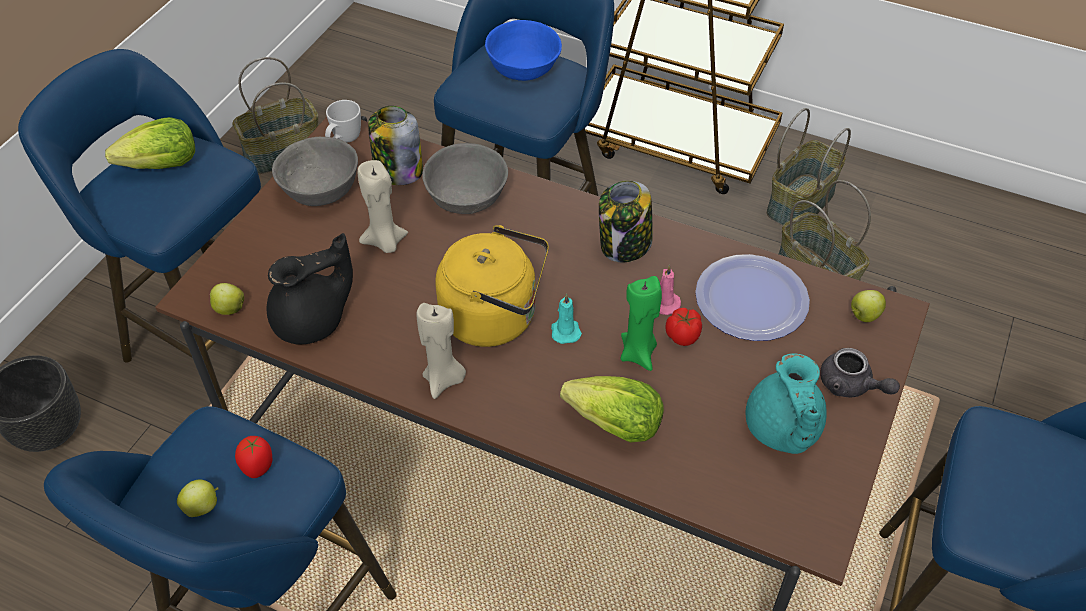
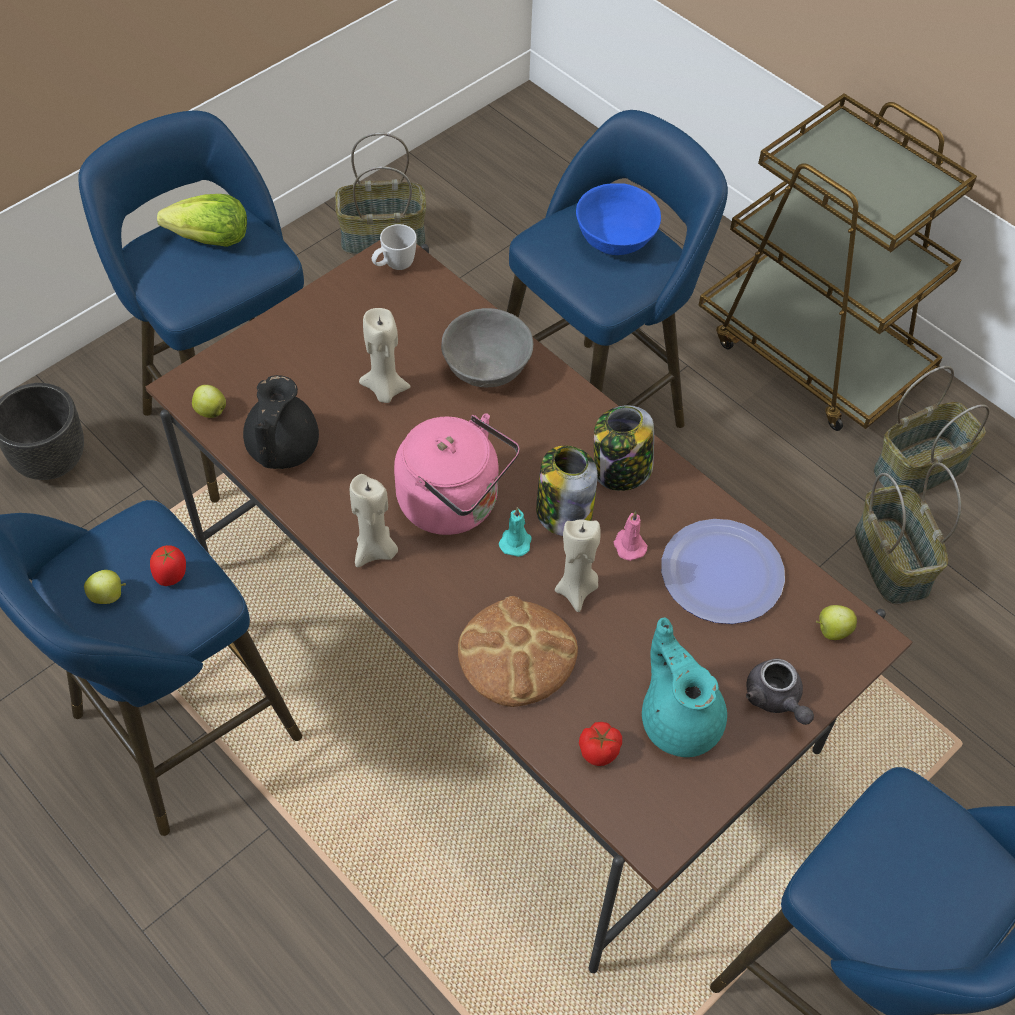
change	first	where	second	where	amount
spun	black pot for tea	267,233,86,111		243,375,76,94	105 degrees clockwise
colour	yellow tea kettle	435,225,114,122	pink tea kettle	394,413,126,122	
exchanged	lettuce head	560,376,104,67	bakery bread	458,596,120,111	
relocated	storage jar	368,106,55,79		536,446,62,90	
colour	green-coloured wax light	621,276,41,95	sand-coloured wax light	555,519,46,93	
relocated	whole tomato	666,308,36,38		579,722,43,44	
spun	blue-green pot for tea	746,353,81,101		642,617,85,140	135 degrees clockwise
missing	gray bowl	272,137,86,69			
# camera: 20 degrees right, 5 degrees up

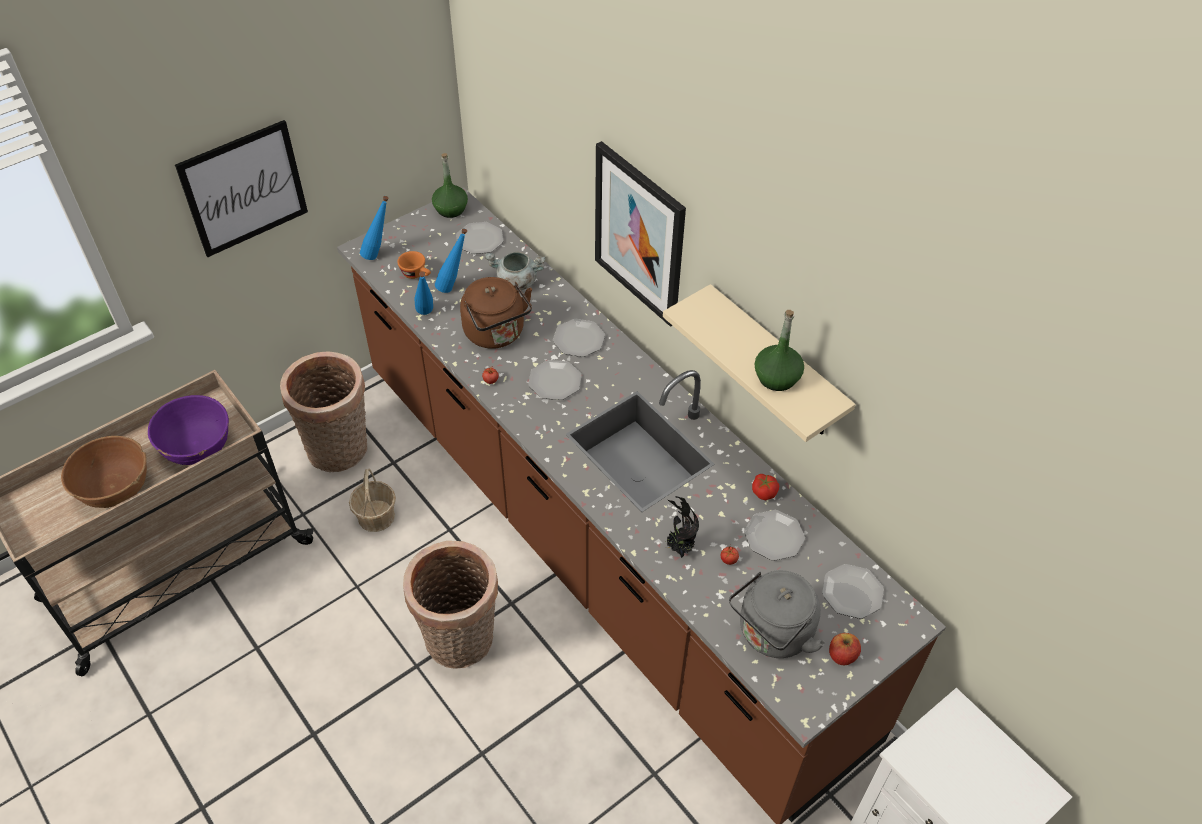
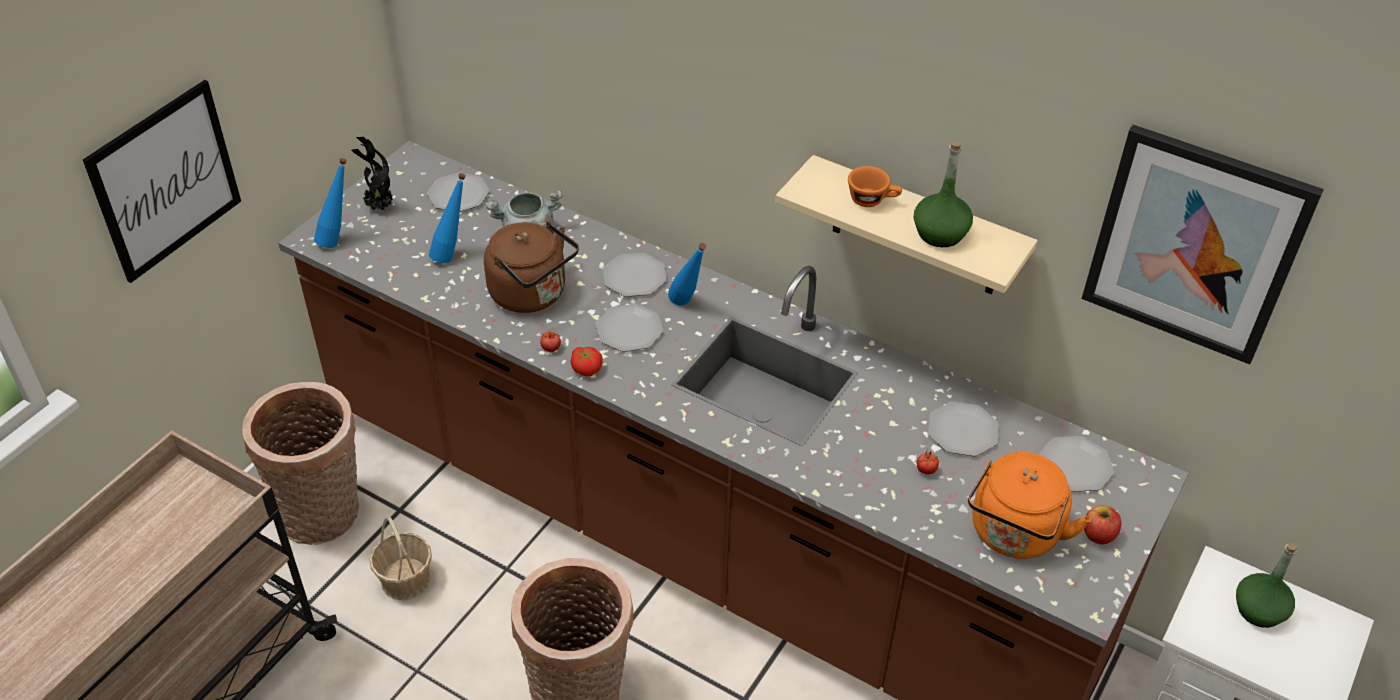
change	first	where	second	where	amount
relocated	potted plant	665,496,34,62		351,137,42,73	
relocated	whole tomato	752,474,27,27		571,347,32,29	
relocated	blue-coloured bottle	414,271,19,44		668,243,38,62	
relocated	orange drinking cup	397,251,34,28		848,166,54,41	
colour	gray tea kettle	729,570,96,88	orange tea kettle	968,452,123,107	
relocated	wall art	595,141,91,186		1082,125,242,240	
relocated	green-coloured bottle	432,153,36,65		1236,543,62,85	
missing	brownish bowl	61,436,86,72			
missing	purple bowl	148,395,81,70			
# camera: 20 degrees left, 5 degrees down

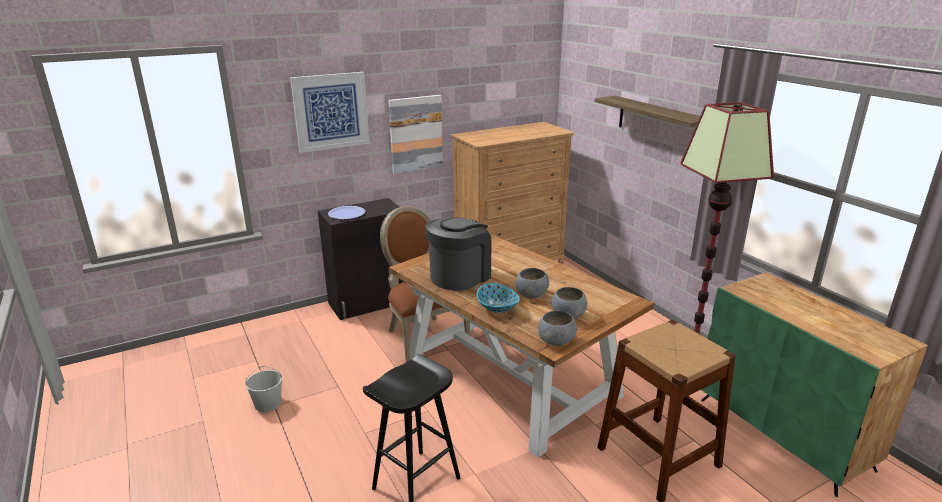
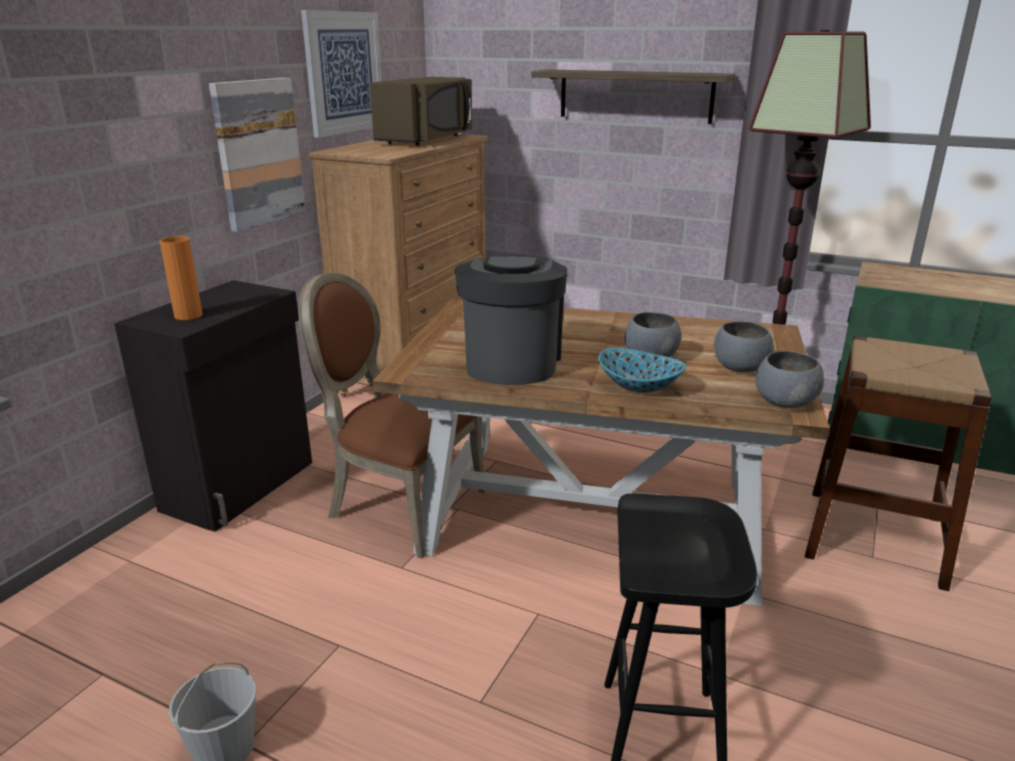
change	first	where	second	where	amount
exchanged	plate	328,206,37,13	orange decorative vase	160,236,43,84	
relocated	wall art	290,72,80,81		301,10,81,128	
appeared			brownish microwave oven	370,77,102,69	
# camera: 35 degrees left, 0 degrees up

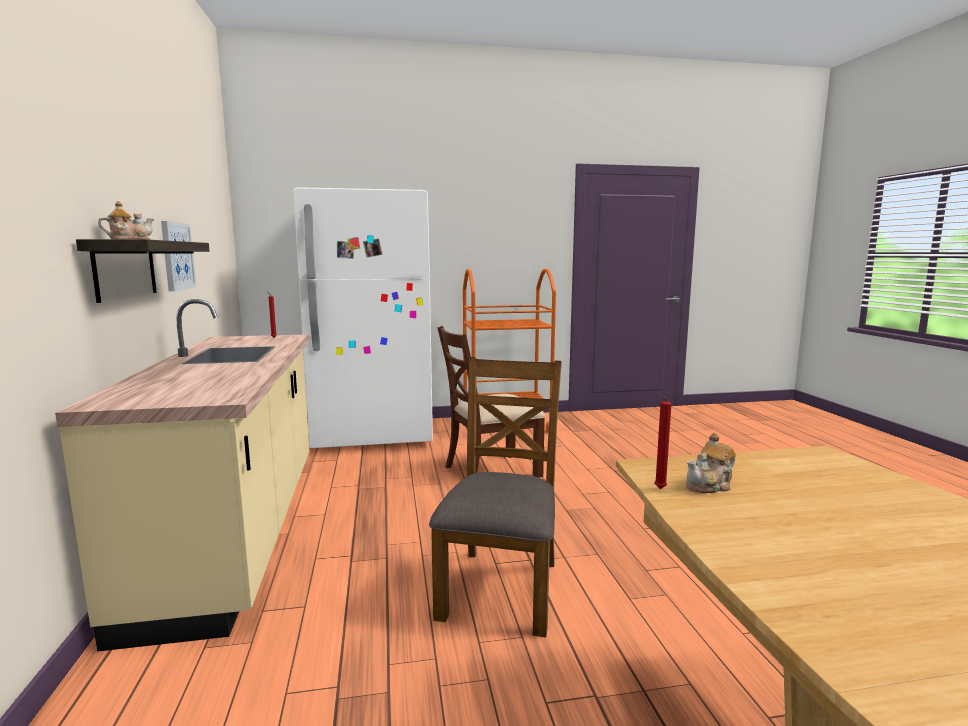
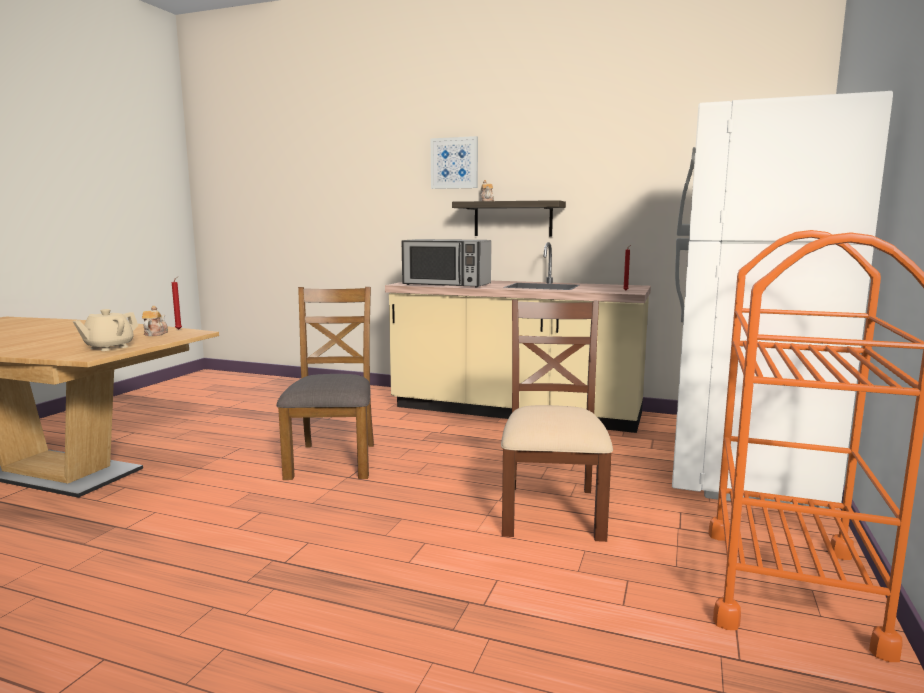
change	first	where	second	where	amount
appeared			sand-coloured pot for tea	73,309,65,42	
spun	brownish plain chair	429,357,133,280		276,287,98,193	135 degrees counterclockwise
appeared			microwave oven	402,239,89,48	
relocated	wall art	161,221,35,70		431,136,47,53	
# camera: 120 degrees right, 0 degrees up

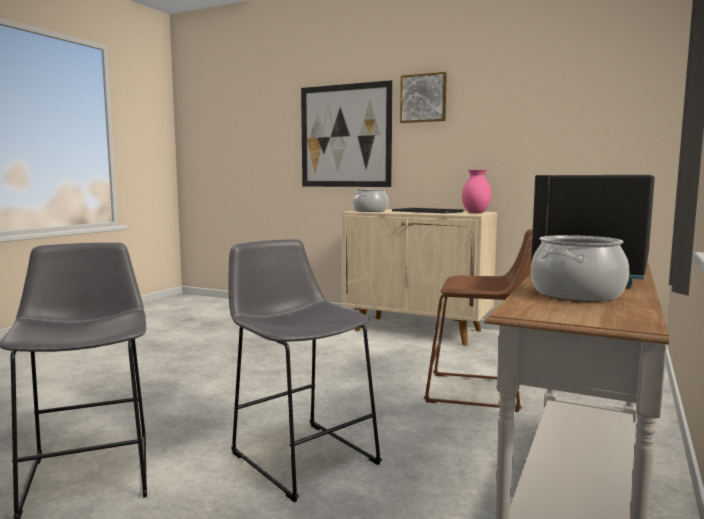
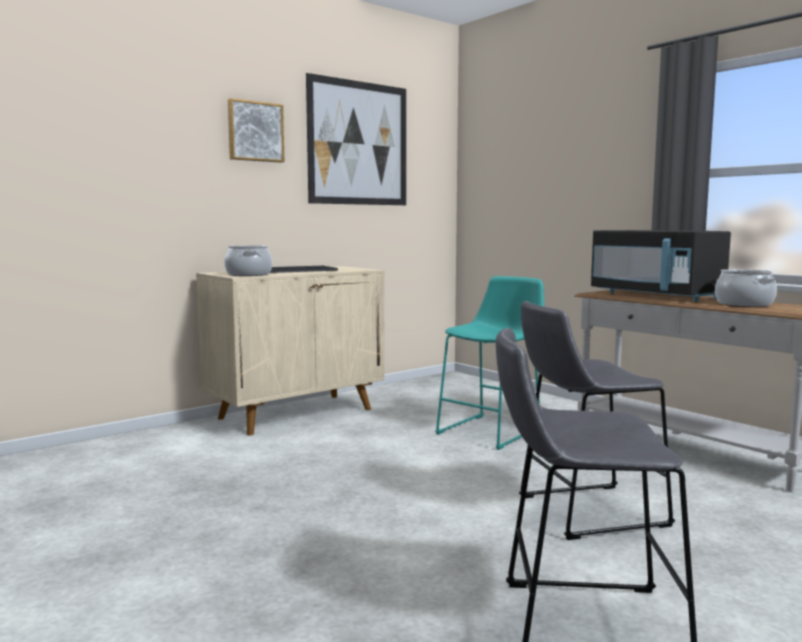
change	first	where	second	where	amount
relocated	wall art	301,80,91,107		306,73,100,132	
colour	brownish stool seat	424,229,109,183	blue-green stool seat	435,276,109,174	
missing	pink decorative vase	462,170,30,43			
# camera: 65 degrees left, 0 degrees up

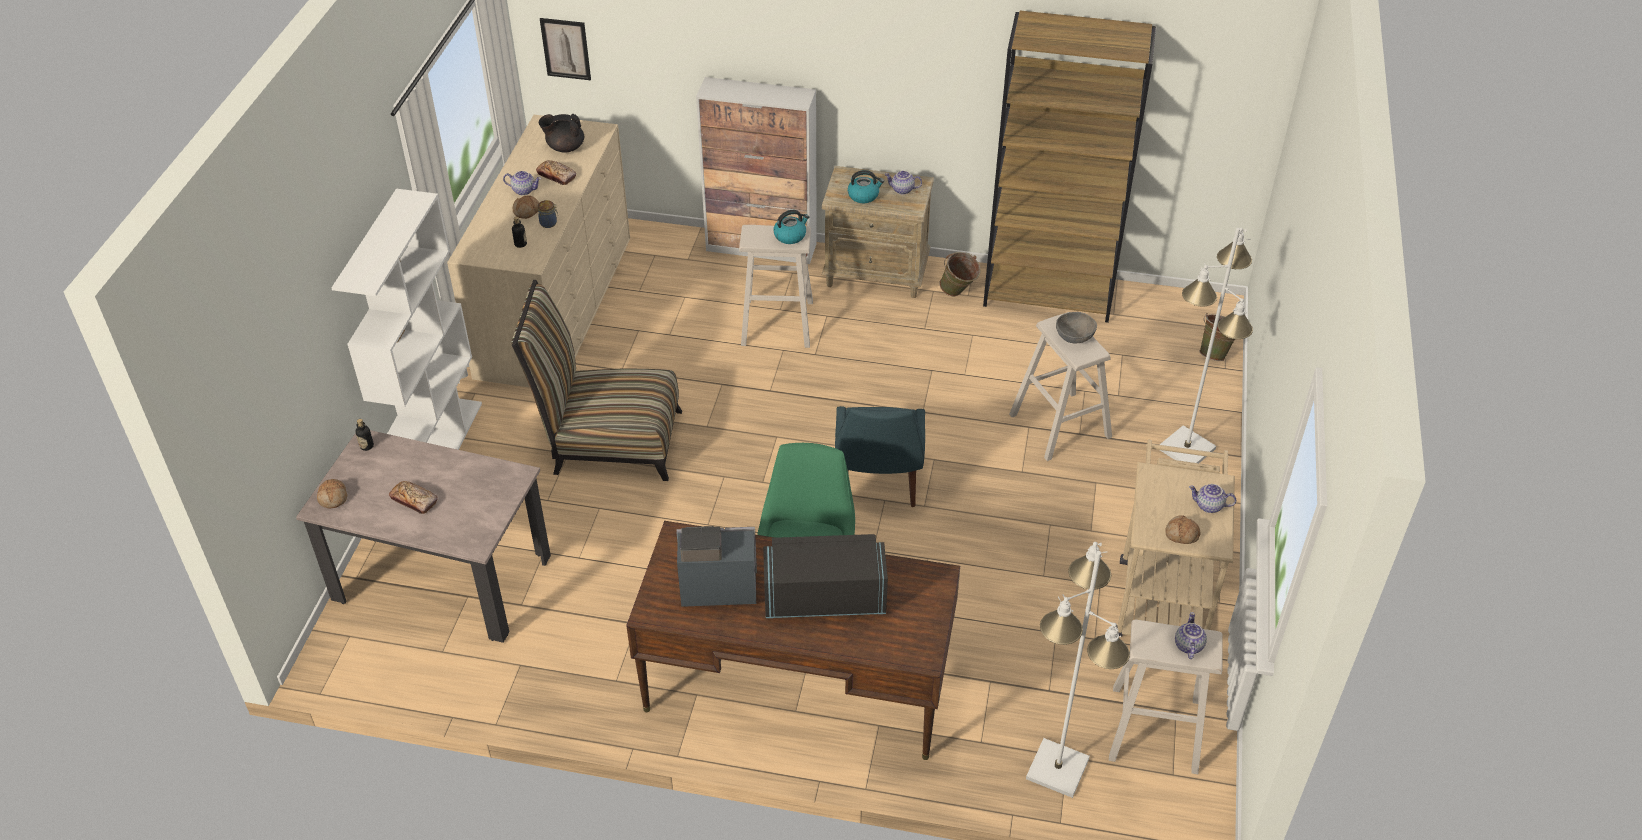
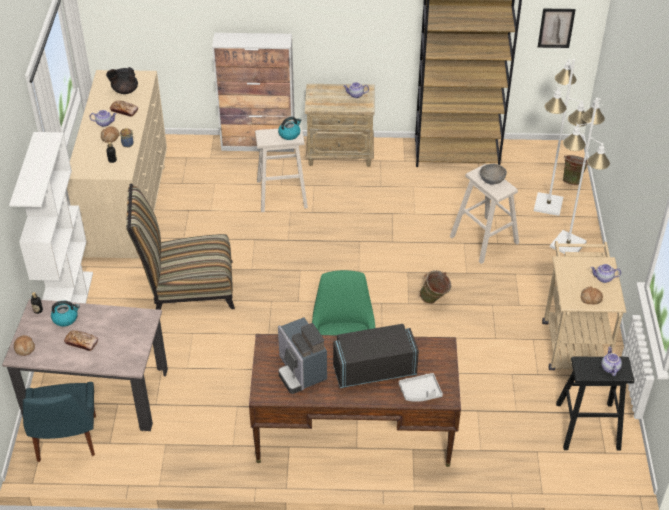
change	first	where	second	where	amount
relocated	blue-coloured plain chair	835,406,90,101		23,382,73,80	
relocated	tea kettle	848,170,36,33		51,301,29,26	
spun	coffee machine	676,526,81,81		278,317,49,77	105 degrees counterclockwise
appeared			gray serving tray	399,373,44,29	
relocated	green-coloured pail	940,252,41,44		420,270,31,34	
relocated	white-coloured standing lamp	1026,542,104,256		534,59,53,157	
relocated	wall art	540,18,51,62		538,9,38,39	
colour	sand-coloured stool seat	1109,620,114,154	black stool seat	556,356,78,95	
# camera: 10 degrees left, 0 degrees up

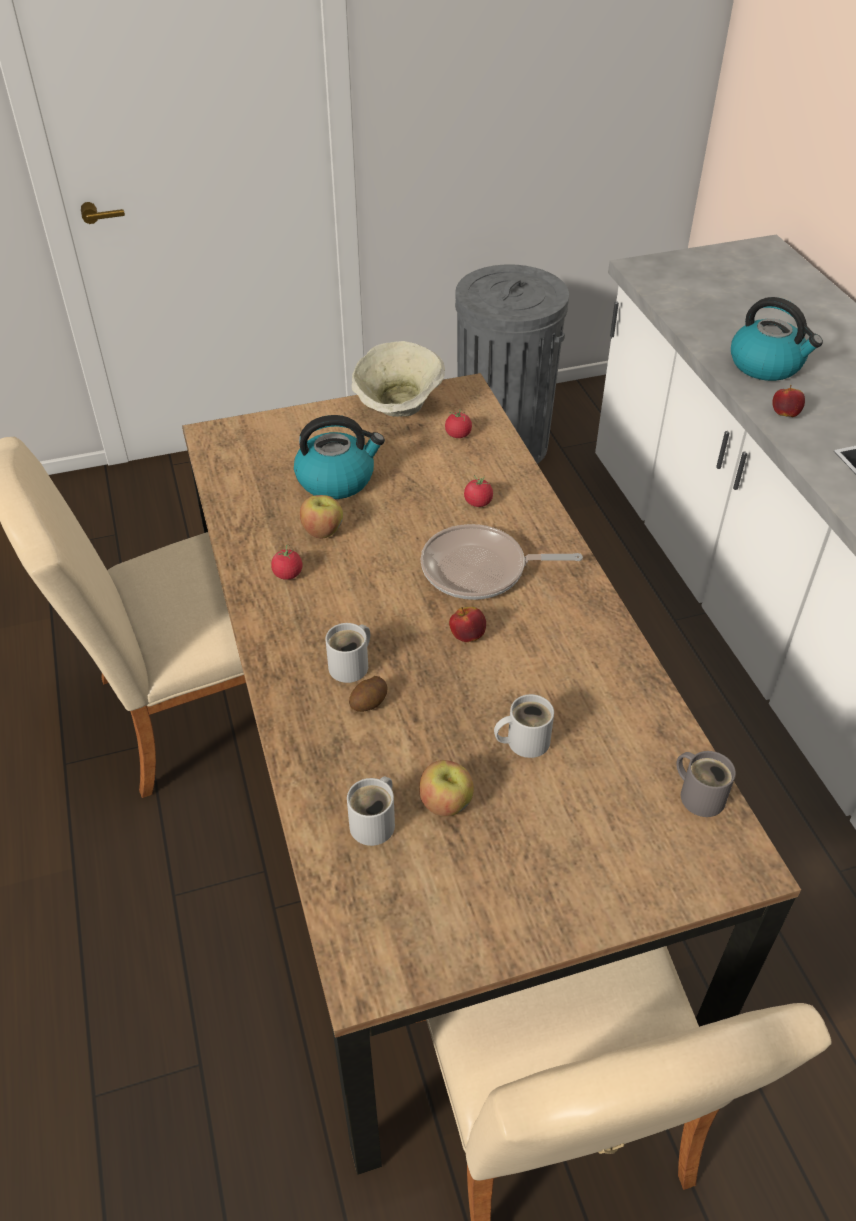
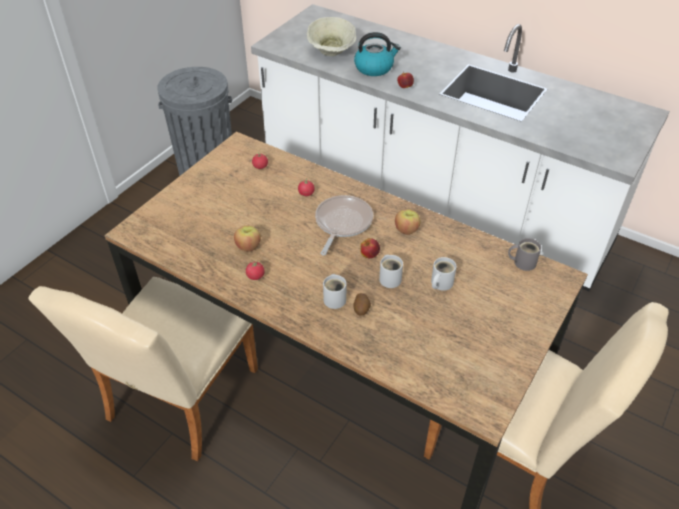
change	first	where	second	where	amount
relocated	sand-coloured bowl	352,341,93,76		307,17,49,39	
spun	skillet	421,524,162,76		315,195,58,60	150 degrees clockwise
relocated	white-coloured mug	347,776,48,70		379,255,24,33	
relocated	apple	419,760,55,57		395,209,26,26	
missing	tea kettle	294,415,91,84			
# camera: 40 degrees left, 0 degrees up

